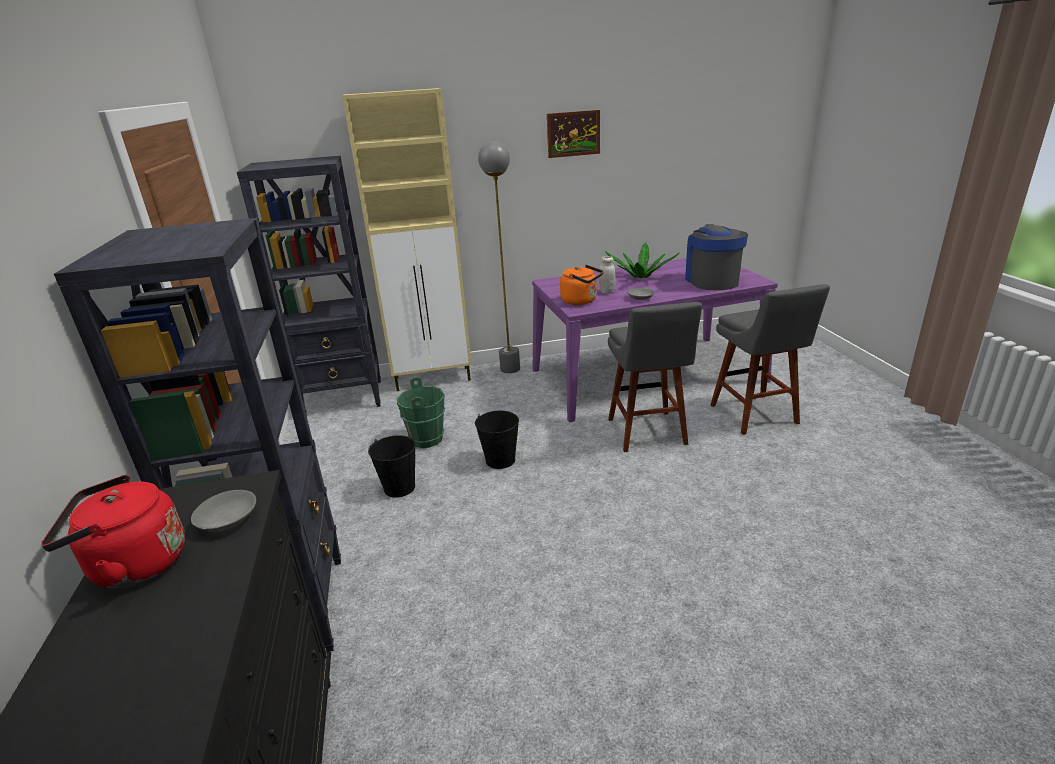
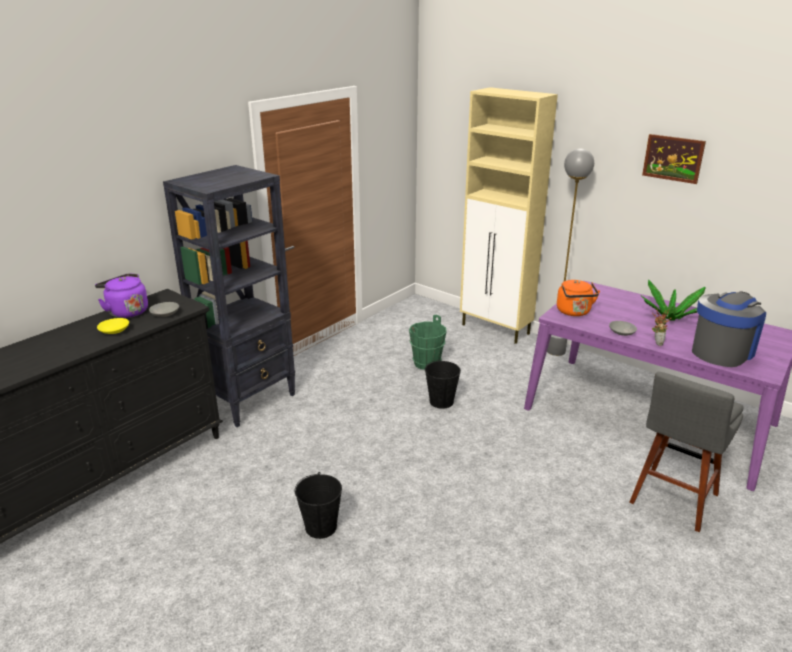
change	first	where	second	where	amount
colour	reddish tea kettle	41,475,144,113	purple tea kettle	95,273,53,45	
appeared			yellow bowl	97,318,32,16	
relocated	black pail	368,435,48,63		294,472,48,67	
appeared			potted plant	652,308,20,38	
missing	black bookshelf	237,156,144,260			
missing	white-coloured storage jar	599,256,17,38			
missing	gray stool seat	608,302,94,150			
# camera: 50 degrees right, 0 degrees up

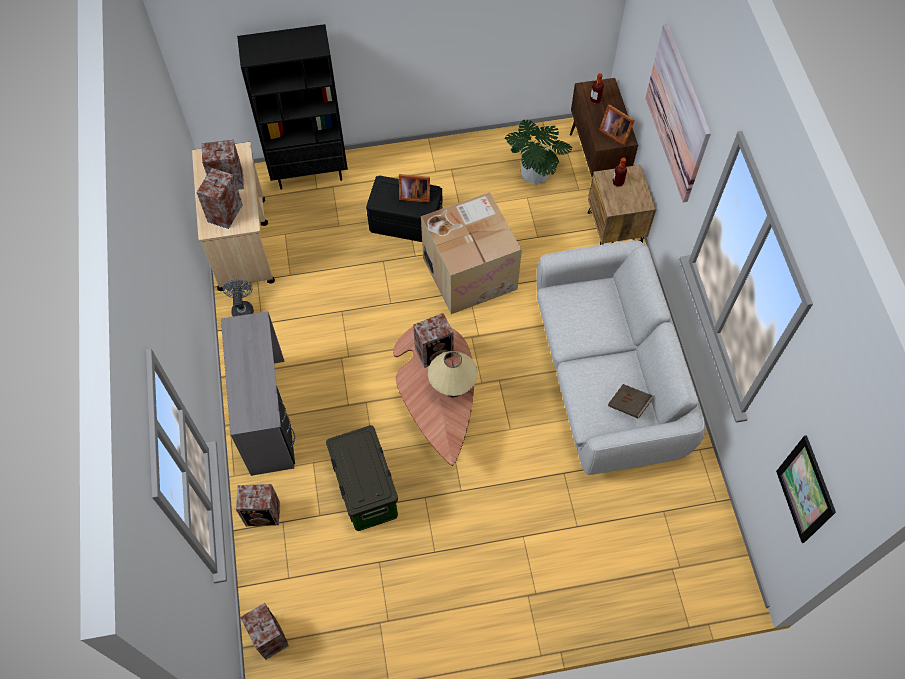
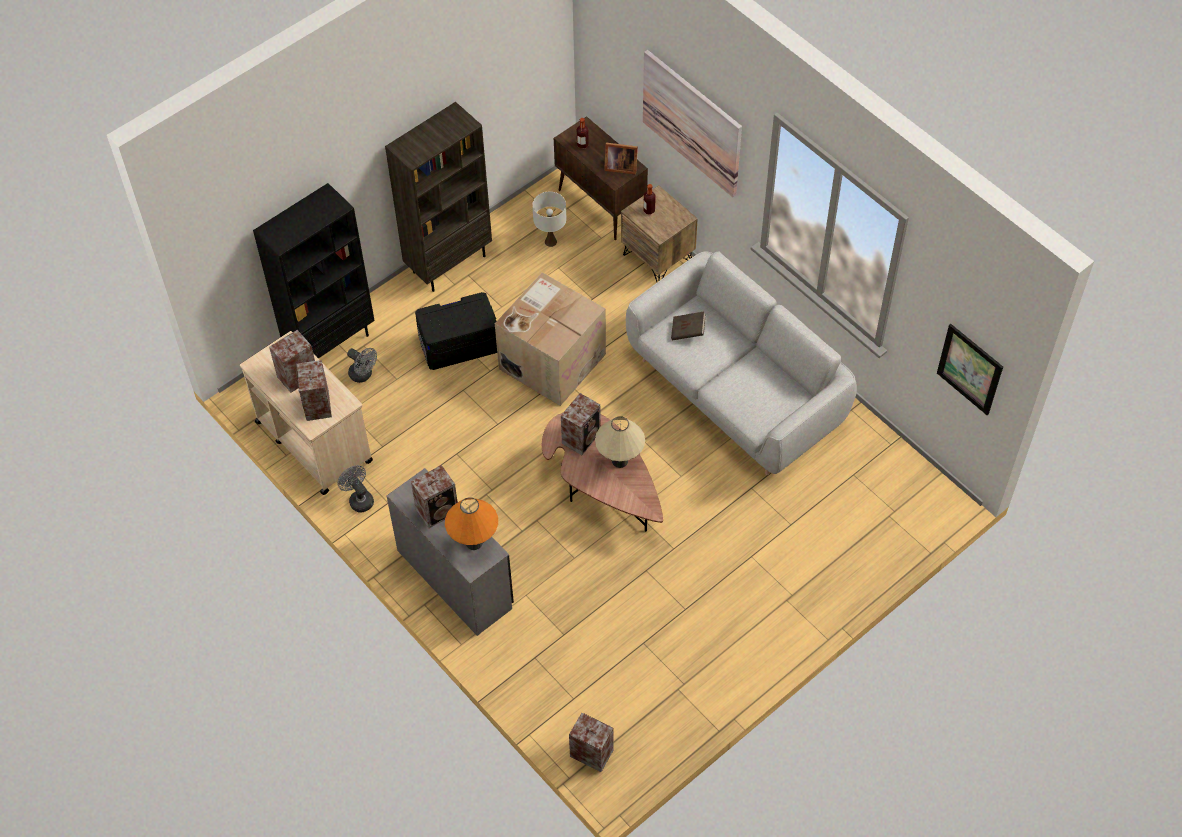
change	first	where	second	where	amount
appeared			gray cooling fan	347,348,30,35	
appeared			brownish bookshelf	385,102,107,190	
relocated	audio speaker	236,484,44,43		411,465,47,63	
appeared			orange lamp for a table	445,497,53,53	
exchanged	potted plant	504,120,68,64	white-coloured lamp for a table	532,191,34,56	
relocated	brownish book	608,384,45,35		671,311,35,29	
missing	storage container	326,425,72,106			
missing	photo frame	399,174,31,29			
# camera: 30 degrees left, 5 degrees down

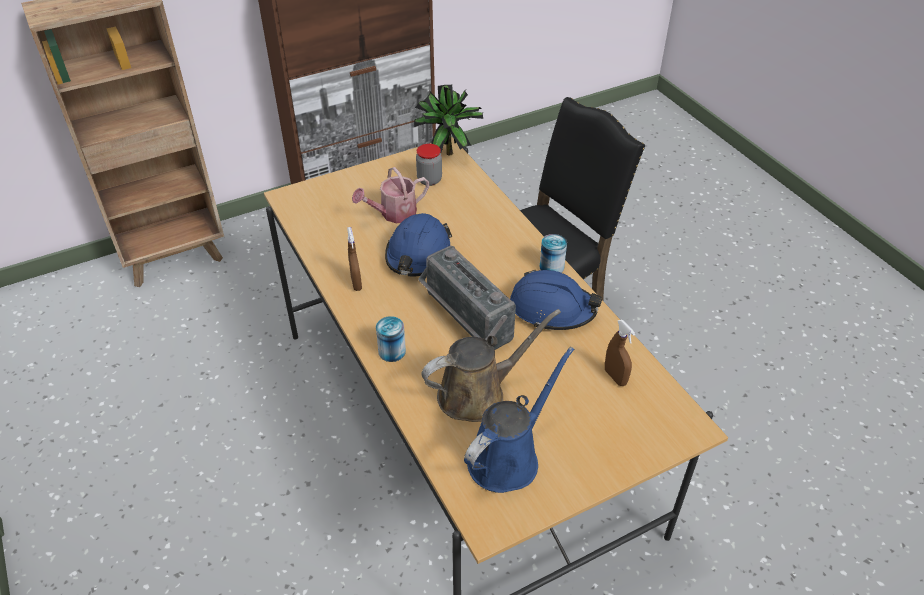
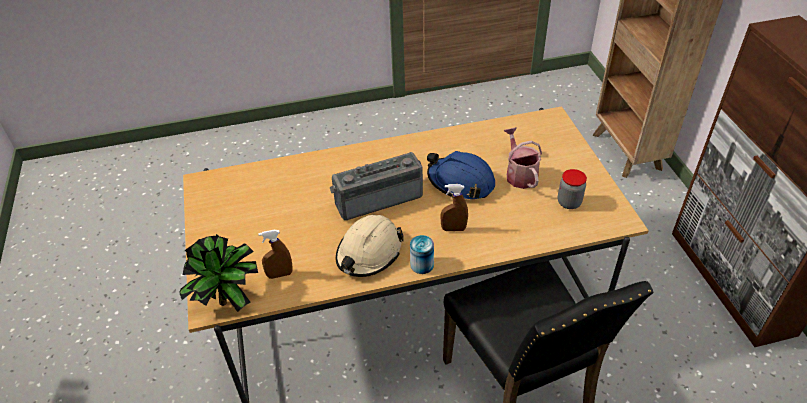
change	first	where	second	where	amount
relocated	potted plant	414,85,69,70		179,234,79,78	
colour	blue-coloured work helmet	510,270,92,60	sand-coloured work helmet	336,215,68,62	
relocated	brownish spray bottle	347,227,15,64		440,184,28,47	
missing	can	376,316,30,46			
missing	brownish watering pot	422,309,139,113			
missing	blue-coloured watering pot	464,347,110,146			
# camera: 105 degrees right, 0 degrees up

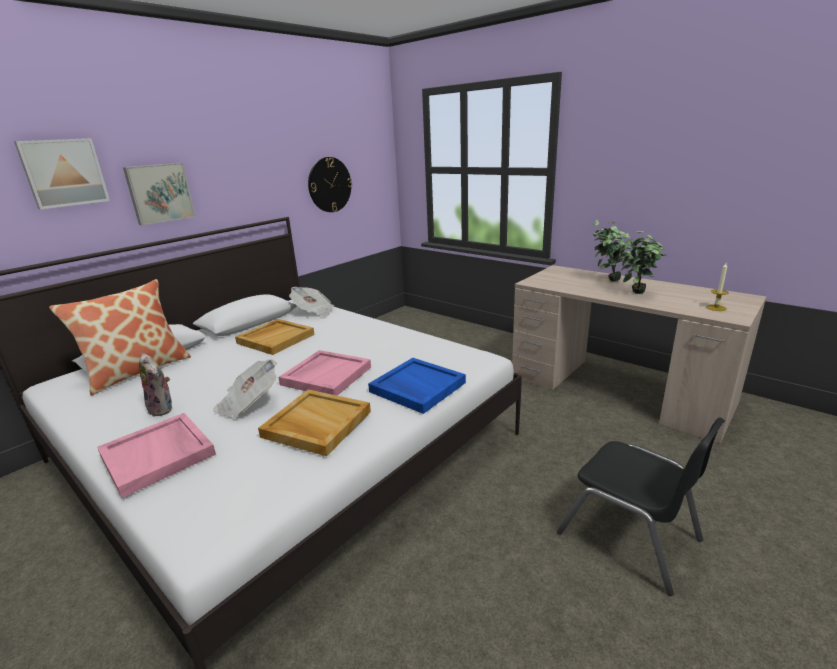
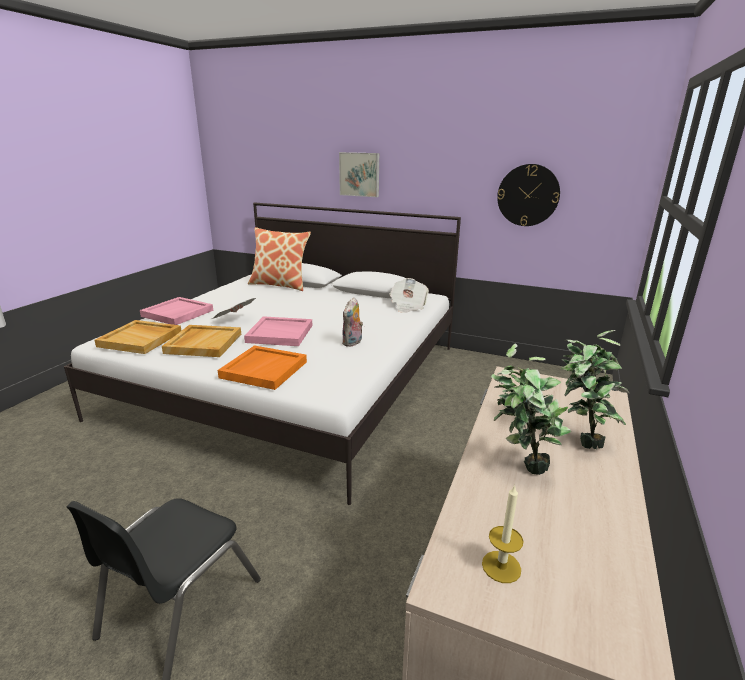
change	first	where	second	where	amount
relocated	sand-coloured serving tray	235,319,80,36		94,320,87,34	
colour	blue-coloured serving tray	368,358,98,56	orange serving tray	218,346,89,44	
relocated	plush toy	139,353,34,64		342,297,21,50	
missing	wall art	14,138,96,72			
# camera: 70 degrees right, 0 degrees up

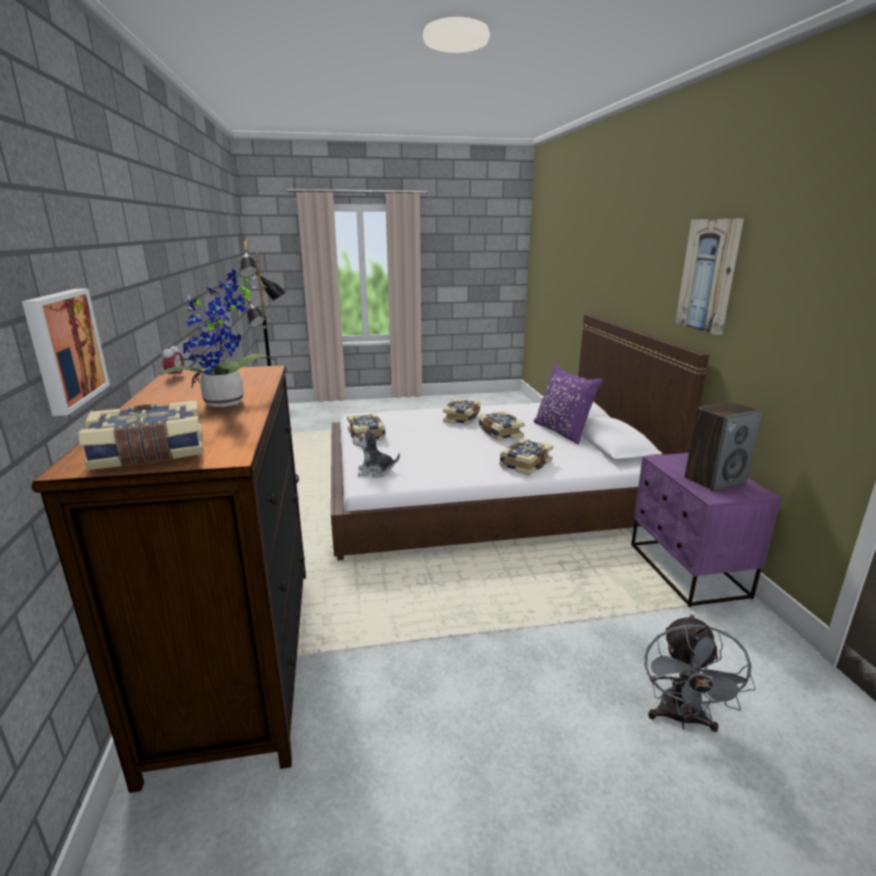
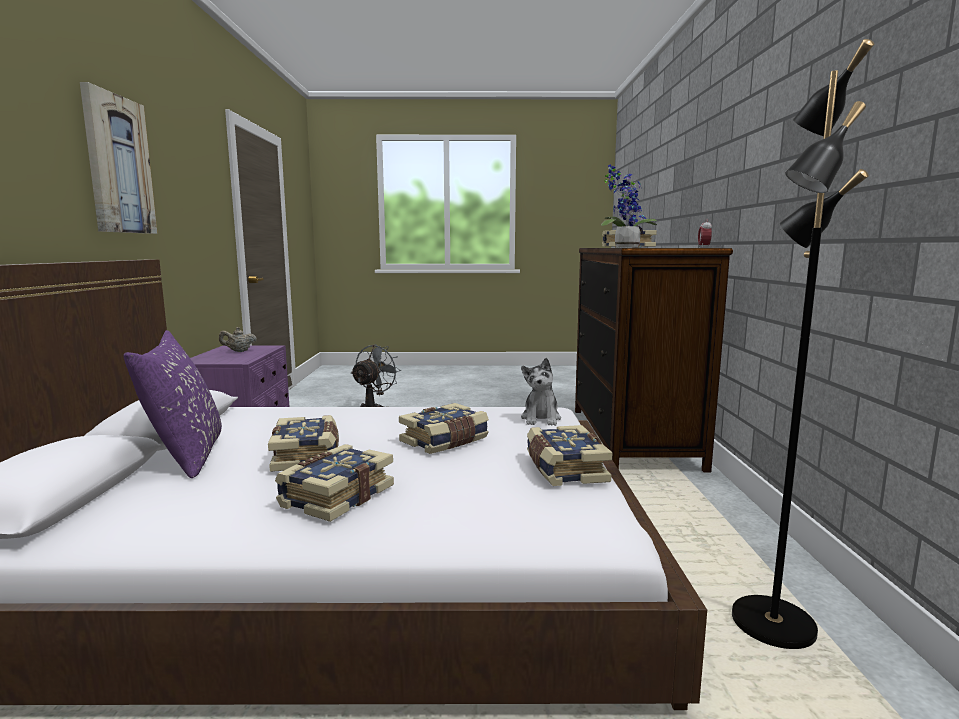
change	first	where	second	where	amount
exchanged	audio speaker	685,402,77,90	sand-coloured pot for tea	219,327,38,25	
relocated	book	499,438,54,38		399,403,90,51	
spun	plush toy	352,428,48,50		521,358,40,68	90 degrees clockwise
missing	wall art	22,288,88,128			
# camera: 170 degrees left, 10 degrees down

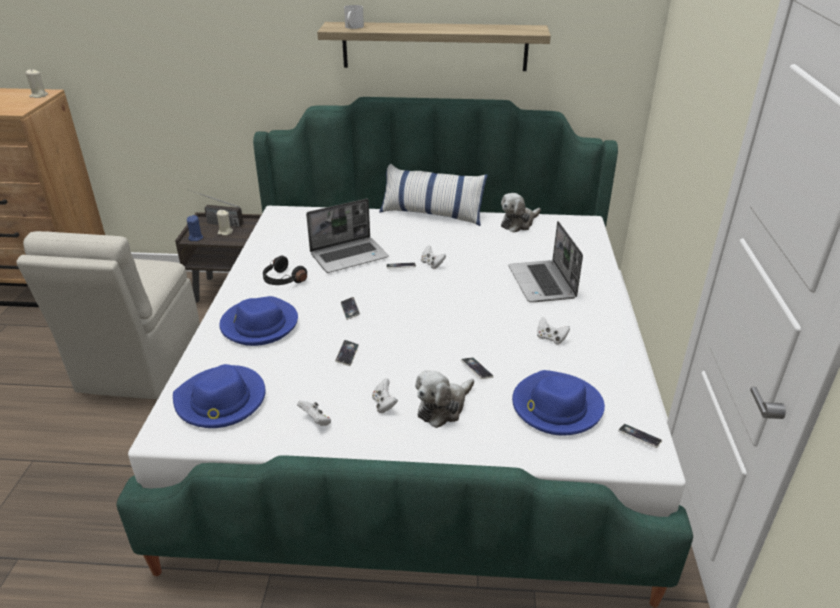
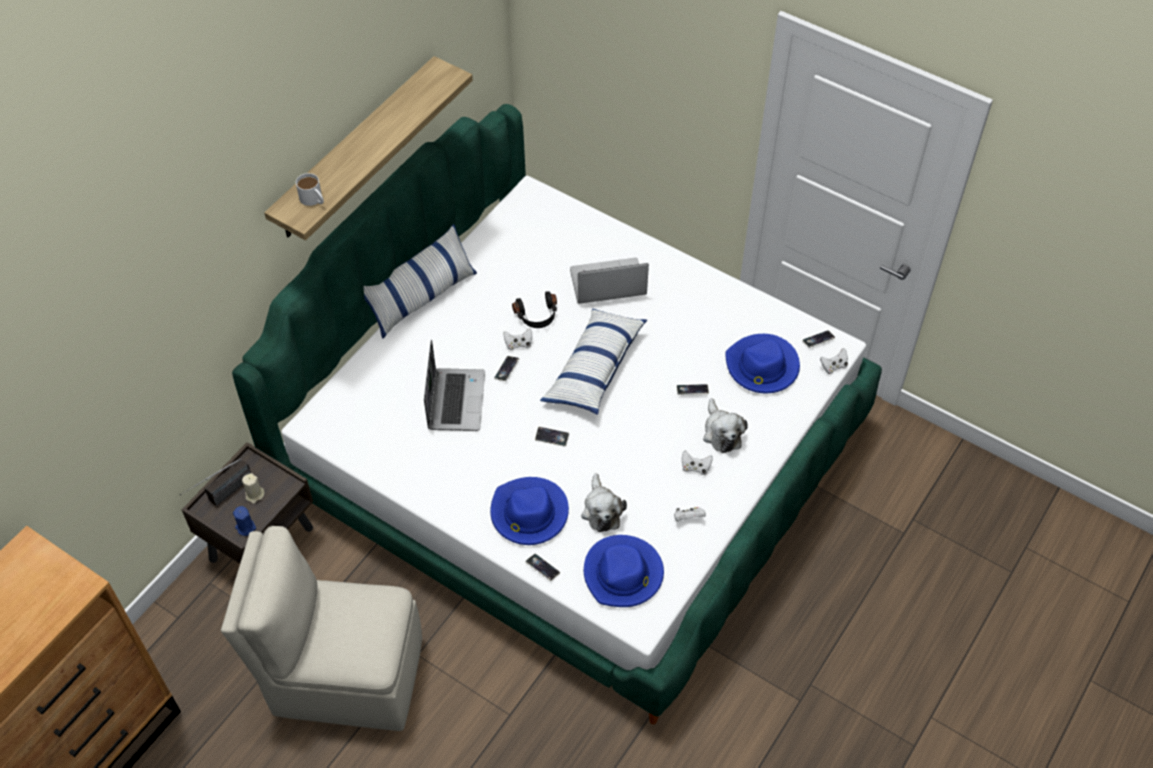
change	first	where	second	where	amount
spun	sand-coloured plain chair	16,231,184,168		221,526,201,205	150 degrees clockwise
relocated	black headphones	263,256,44,29		512,291,45,37	
relocated	handset	335,340,24,26		525,554,35,27	
appeared			cushion	540,309,107,106	
spun	laptop	509,221,74,81		570,258,79,46	150 degrees clockwise
relocated	plush toy	501,193,40,40		581,473,46,59	
relocated	white-coloured game controller	537,317,33,28		820,348,28,26	
missing	sand-coloured wax light	25,69,23,29			
# camera: 60 degrees left, 20 degrees up

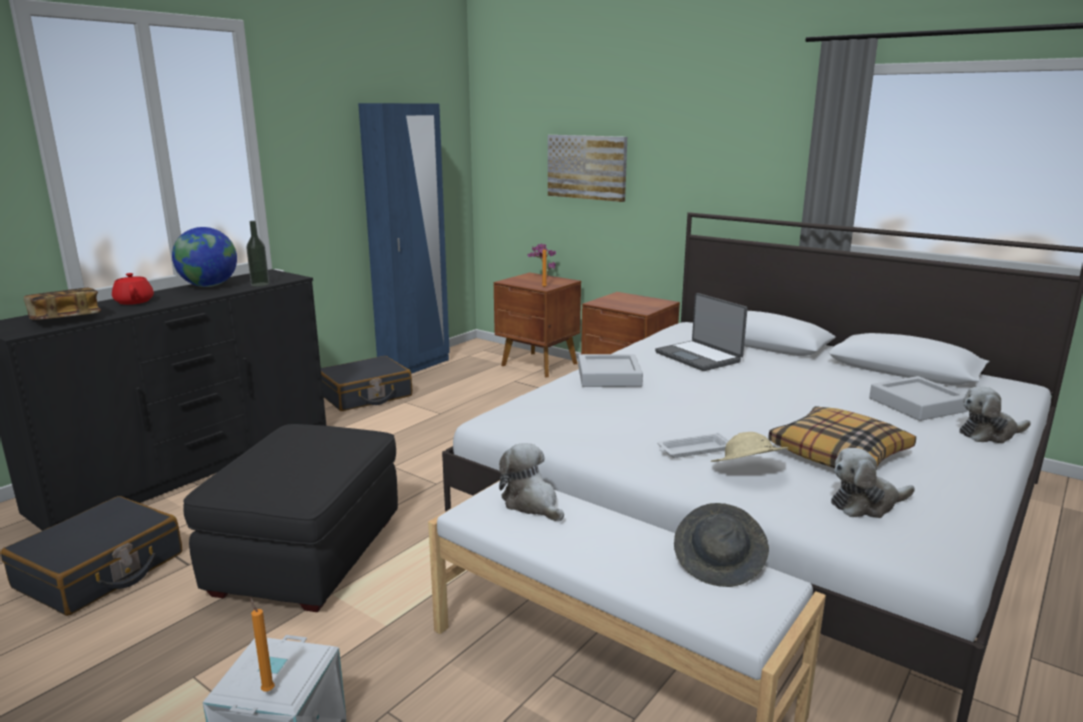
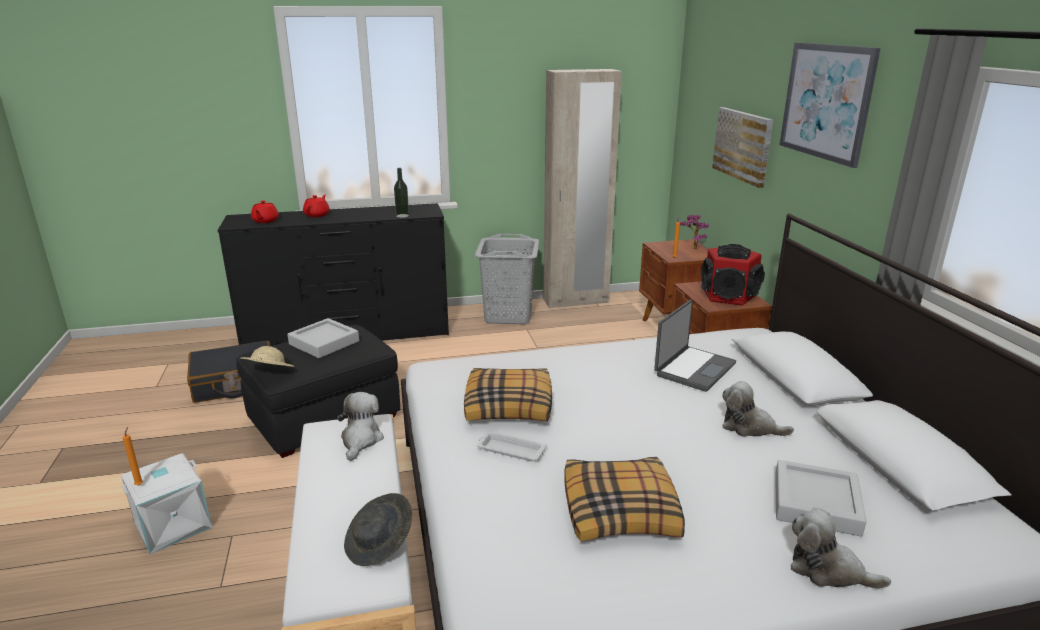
change	first	where	second	where	amount
relocated	sand-coloured clothing hat	711,432,77,30		240,346,54,21	
exchanged	book	24,288,77,32	reddish pot for tea	251,200,28,23	
relocated	gray serving tray	578,354,65,33		287,318,72,40	
appeared			cushion	464,368,88,53	
exchanged	black travel case	321,356,91,55	gray laundry basket	475,234,64,90	
colour	blue-coloured armoire	358,103,92,271	sand-coloured armoire	543,69,79,239	
spun	laptop	655,293,93,78		654,300,82,92	150 degrees counterclockwise
appeared			audio speaker	701,244,64,62	
relocated	plush toy	831,448,83,70		722,381,72,56	
appeared			wall art	780,43,101,125	
missing	desk globe	172,227,65,60			
# camera: 40 degrees right, 5 degrees up

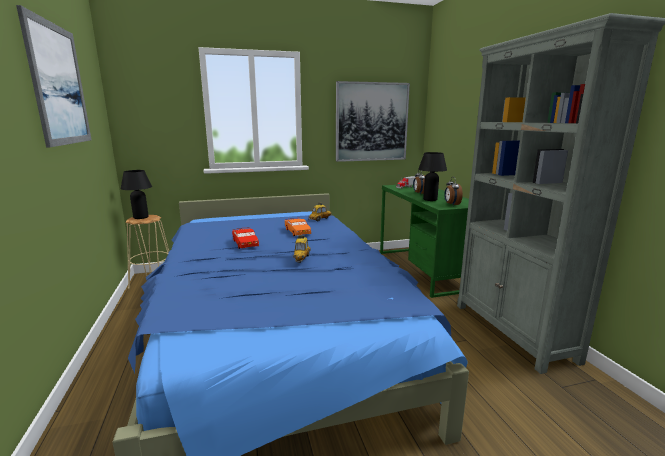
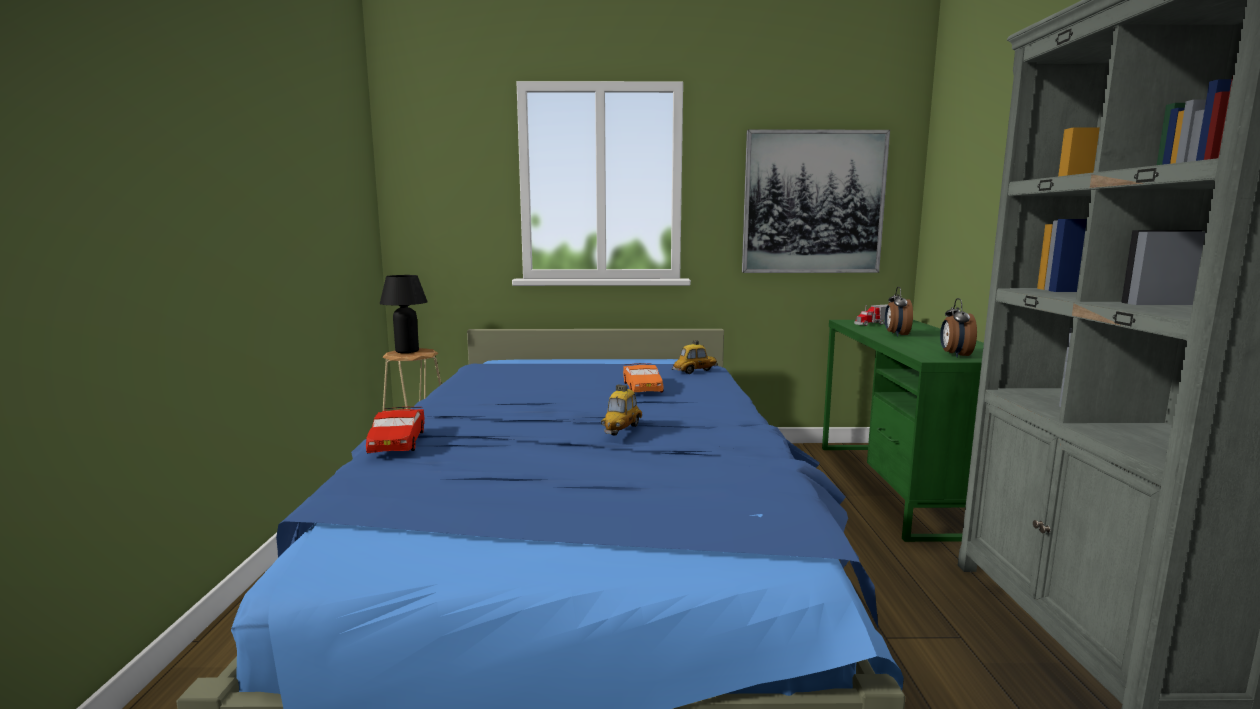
change	first	where	second	where	amount
relocated	reddish toy car	232,227,27,22		366,407,58,46	
missing	wall art	16,5,76,142			
missing	black lamp for a table	418,152,29,49			
# camera: 15 degrees right, 5 degrees down

